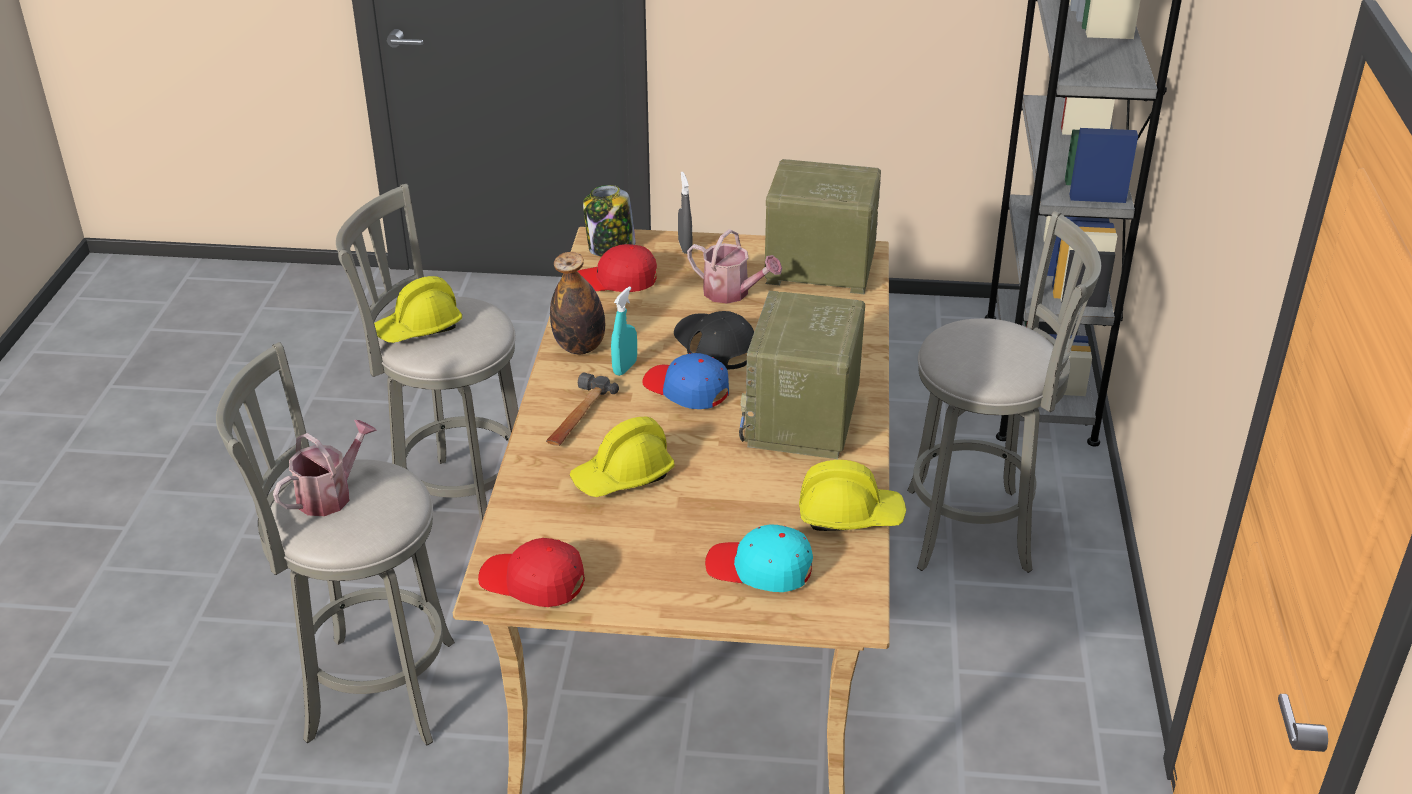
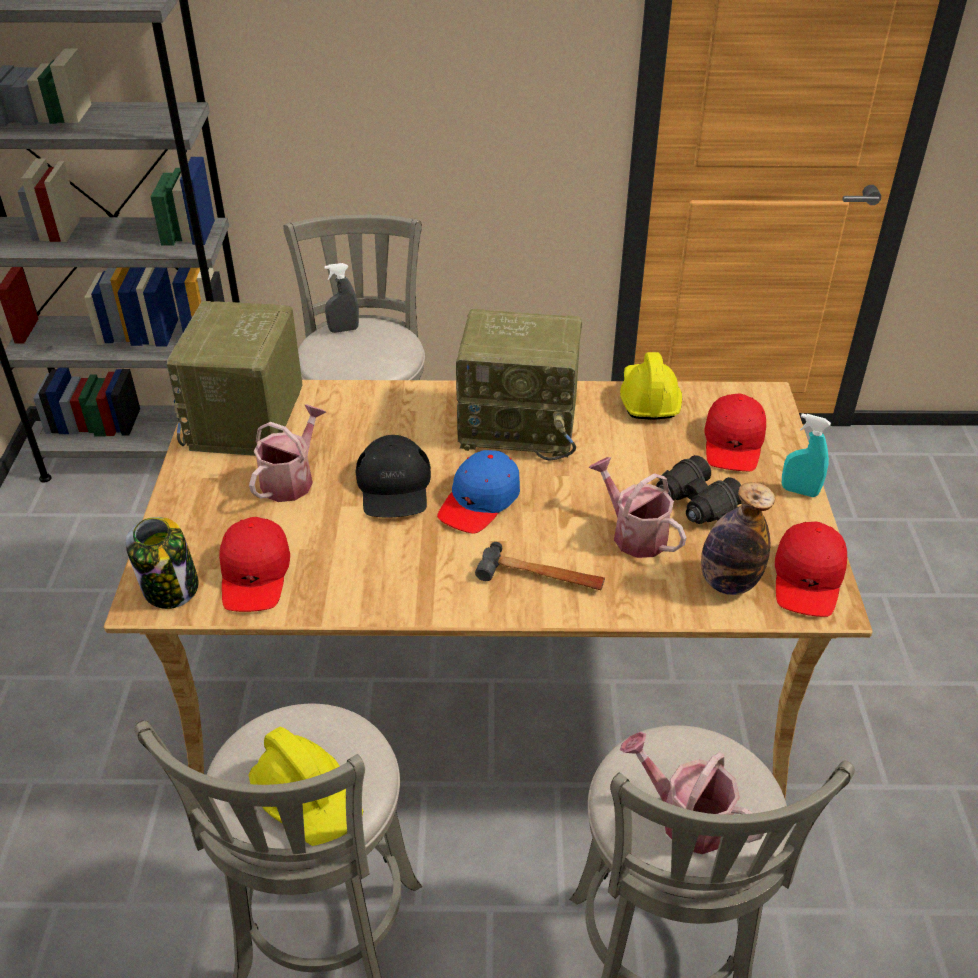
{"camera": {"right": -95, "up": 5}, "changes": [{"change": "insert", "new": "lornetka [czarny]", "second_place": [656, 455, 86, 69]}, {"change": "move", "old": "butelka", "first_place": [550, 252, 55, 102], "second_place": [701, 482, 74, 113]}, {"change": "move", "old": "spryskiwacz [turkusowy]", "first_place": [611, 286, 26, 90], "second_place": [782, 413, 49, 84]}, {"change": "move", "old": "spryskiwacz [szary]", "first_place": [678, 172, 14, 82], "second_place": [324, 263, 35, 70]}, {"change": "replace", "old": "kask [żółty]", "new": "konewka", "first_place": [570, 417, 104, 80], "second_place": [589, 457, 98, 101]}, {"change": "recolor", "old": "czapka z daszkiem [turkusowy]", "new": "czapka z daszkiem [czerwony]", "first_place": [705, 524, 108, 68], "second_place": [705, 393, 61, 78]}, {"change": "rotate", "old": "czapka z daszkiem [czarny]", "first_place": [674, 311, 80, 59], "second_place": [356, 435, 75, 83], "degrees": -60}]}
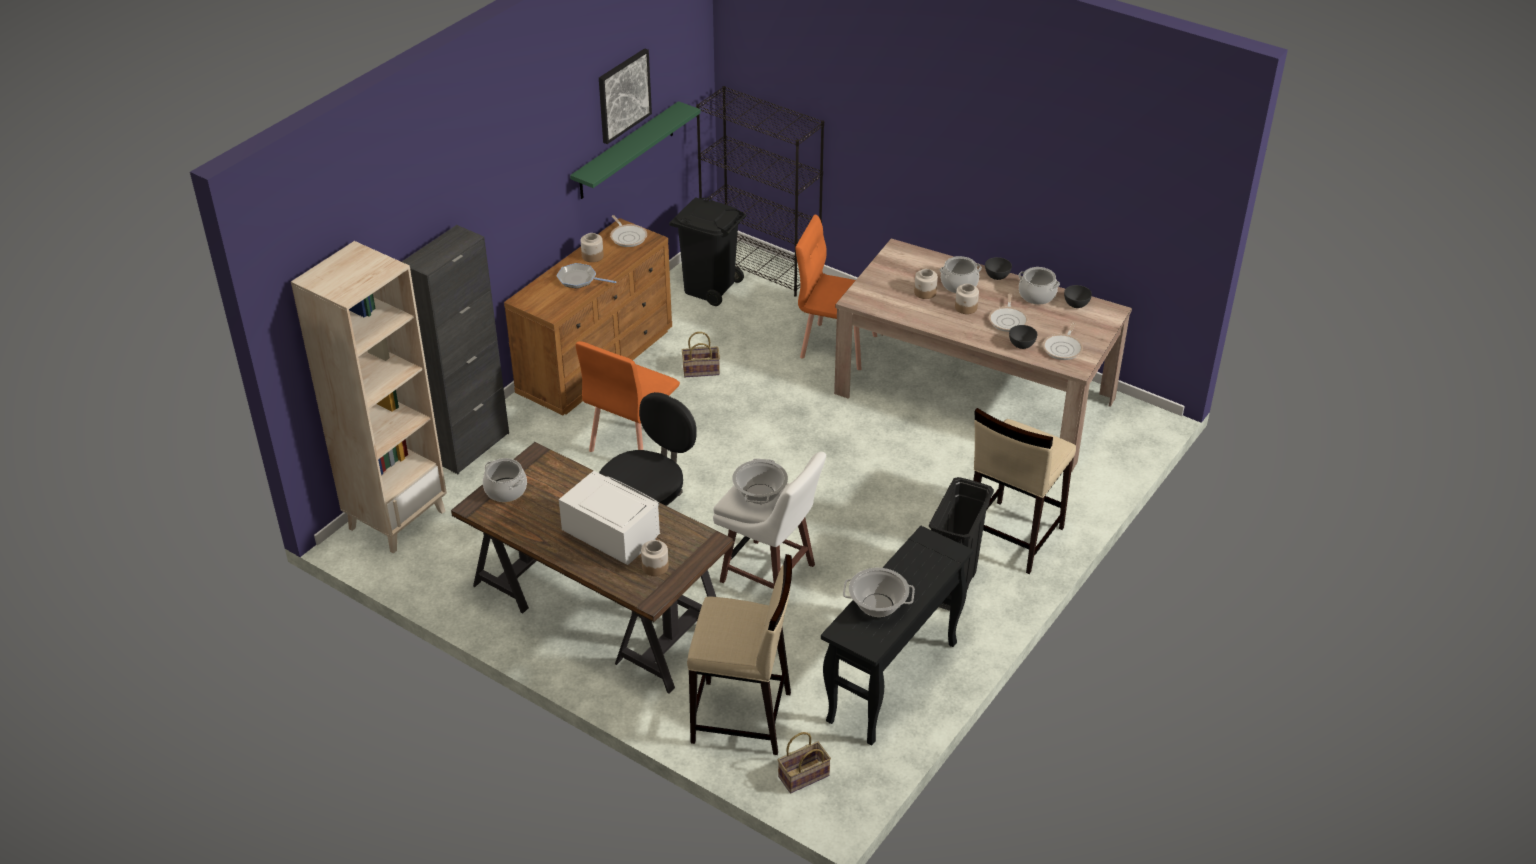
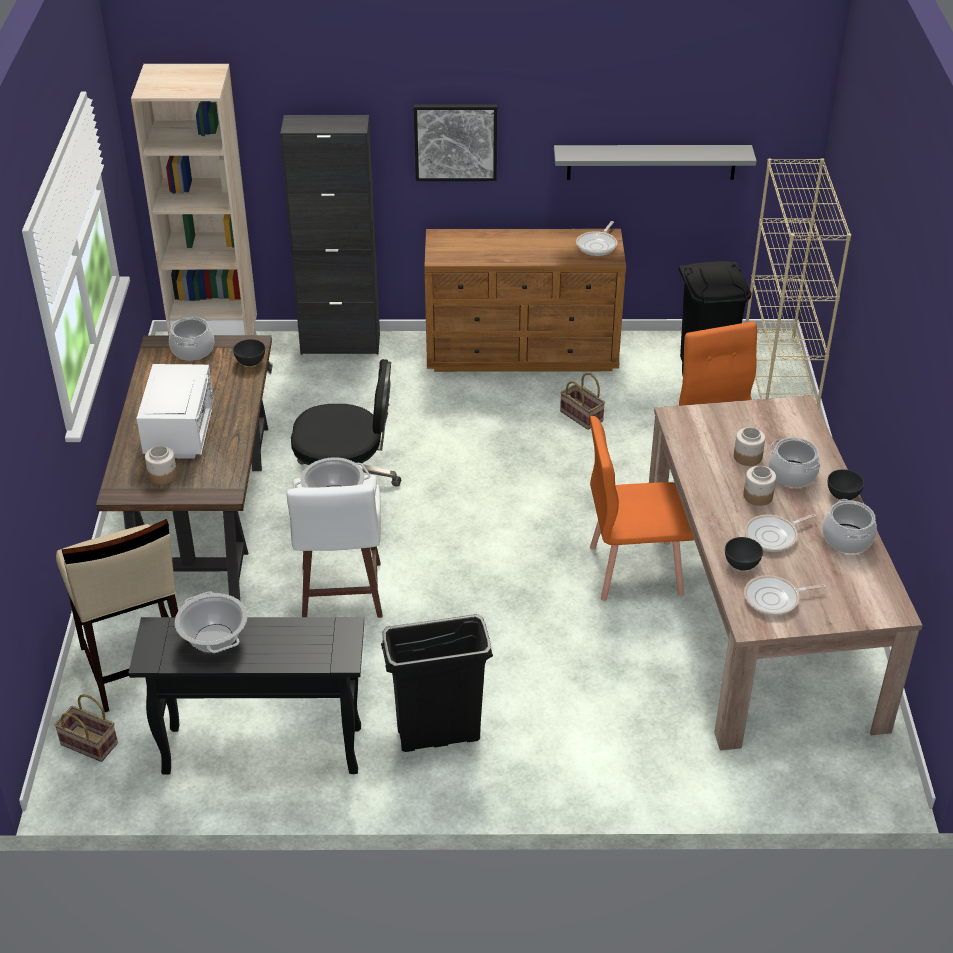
{"camera": {"right": 55, "up": 0}, "changes": [{"change": "delete", "old": "patelnia", "first_place": [556, 263, 60, 26]}, {"change": "delete", "old": "słoik", "first_place": [581, 233, 23, 29]}, {"change": "delete", "old": "stołek [beżowy]", "first_place": [973, 408, 103, 166]}, {"change": "move", "old": "krzesło [pomarańczowy]", "first_place": [576, 341, 104, 111], "second_place": [590, 416, 104, 185]}, {"change": "move", "old": "obraz", "first_place": [599, 48, 53, 96], "second_place": [414, 104, 83, 77]}, {"change": "move", "old": "miska [szary]", "first_place": [1064, 285, 28, 23], "second_place": [233, 339, 32, 27]}, {"change": "recolor", "old": "półka [zielony]", "new": "półka [szary]", "first_place": [570, 101, 131, 98], "second_place": [554, 145, 203, 35]}, {"change": "recolor", "old": "regał [czarny]", "new": "regał [beżowy]", "first_place": [696, 86, 128, 211], "second_place": [746, 158, 105, 251]}]}
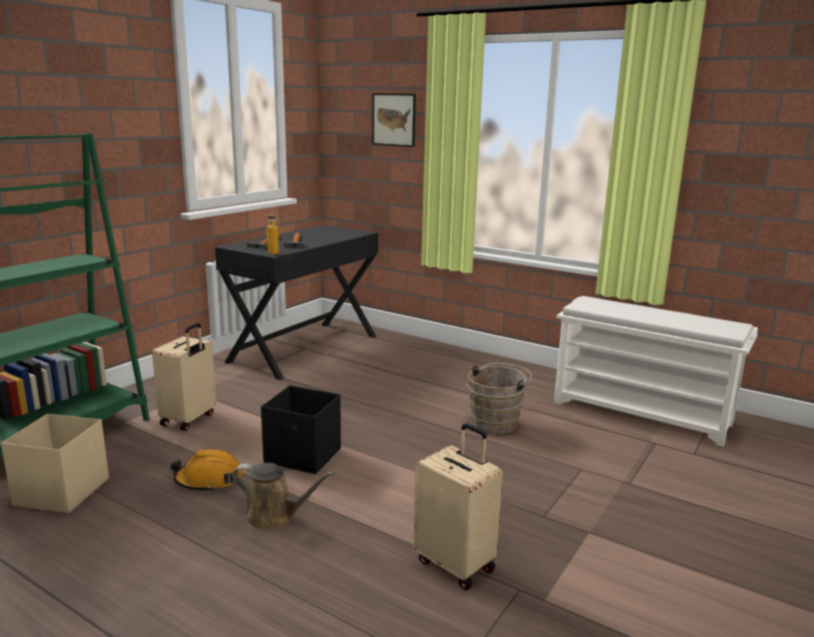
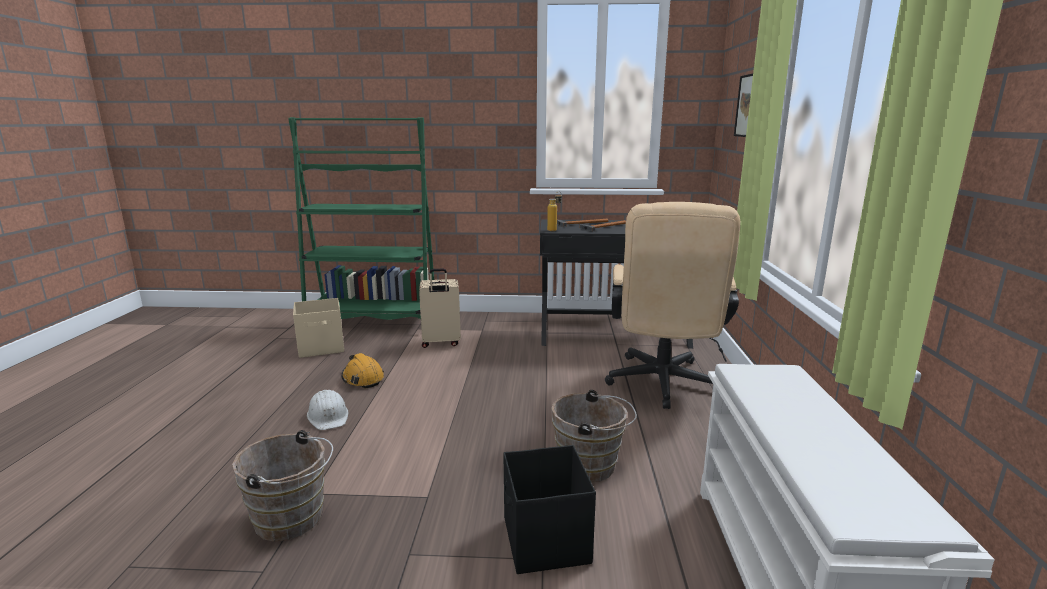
{"camera": {"right": 60, "up": 0}, "changes": [{"change": "insert", "new": "krzesło biurowe [beżowy]", "second_place": [605, 202, 135, 207]}, {"change": "move", "old": "pojemnik do przechowywania [czarny]", "first_place": [261, 385, 80, 89], "second_place": [503, 445, 93, 129]}, {"change": "replace", "old": "konewka [brązowy]", "new": "kask [biały]", "first_place": [232, 463, 102, 67], "second_place": [307, 390, 41, 40]}, {"change": "replace", "old": "walizka [beżowy]", "new": "wiadro [brązowy]", "first_place": [413, 423, 90, 167], "second_place": [232, 430, 101, 111]}]}
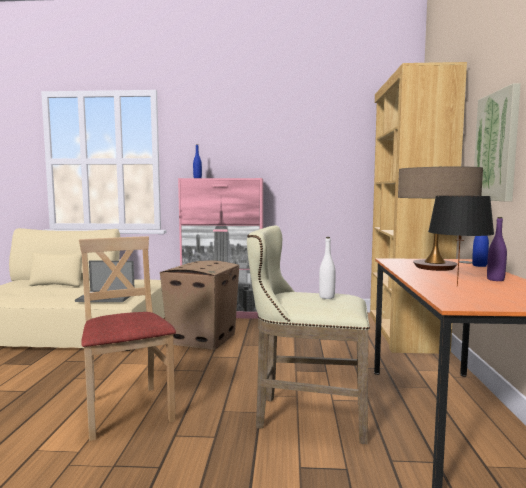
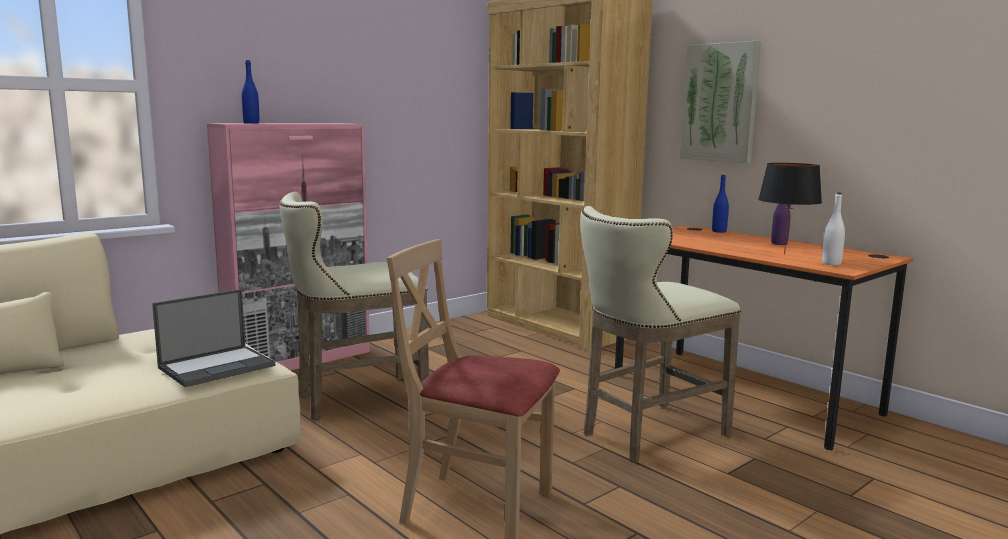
{"camera": {"right": -45, "up": 5}, "changes": [{"change": "delete", "old": "lampa stołowa", "first_place": [398, 167, 85, 104]}, {"change": "move", "old": "butelka [biały]", "first_place": [319, 237, 17, 62], "second_place": [822, 193, 23, 72]}, {"change": "replace", "old": "karton", "new": "stołek [beżowy]", "first_place": [160, 260, 79, 90], "second_place": [279, 192, 150, 228]}]}
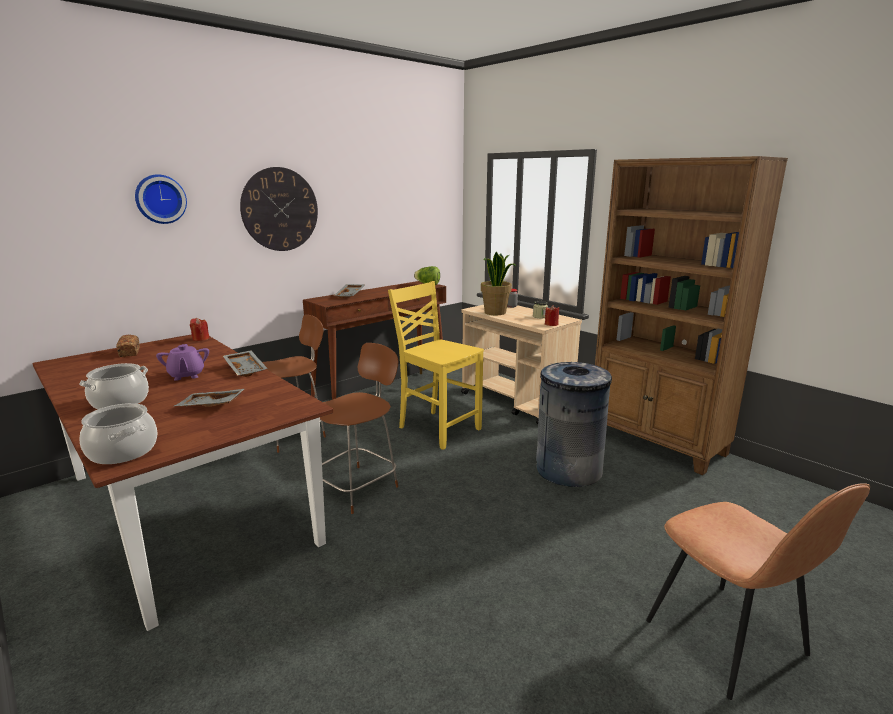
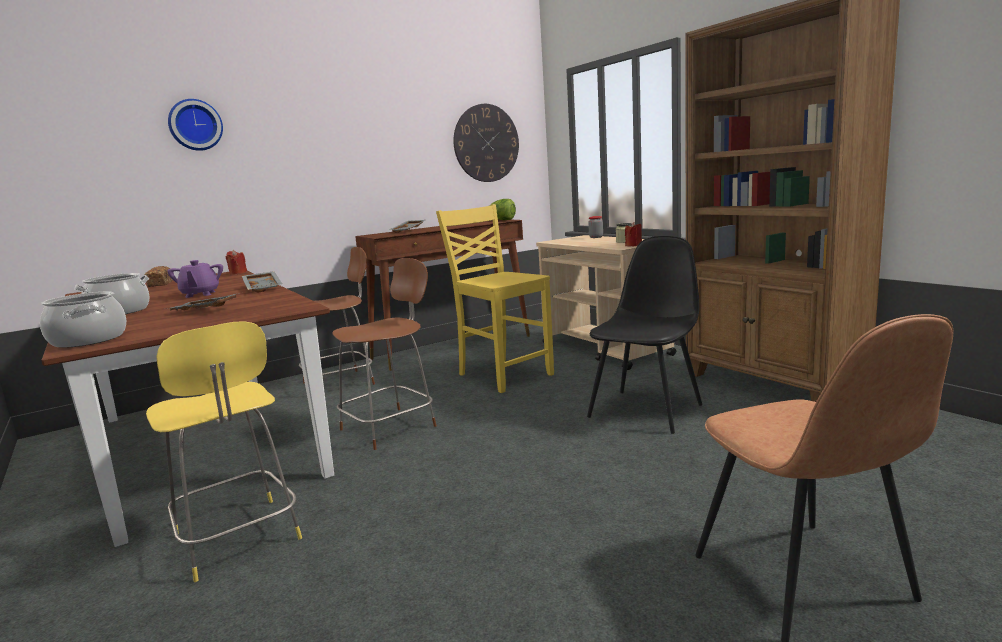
{"camera": {"right": 10, "up": -5}, "changes": [{"change": "delete", "old": "roślina doniczkowa", "first_place": [481, 252, 35, 63]}, {"change": "insert", "new": "stołek [żółty]", "second_place": [146, 321, 156, 261]}, {"change": "move", "old": "zegar ścienny", "first_place": [240, 167, 78, 84], "second_place": [454, 104, 65, 78]}, {"change": "replace", "old": "kosz na śmieci [szary]", "new": "krzesło [czarny]", "first_place": [536, 362, 76, 125], "second_place": [587, 236, 115, 198]}]}
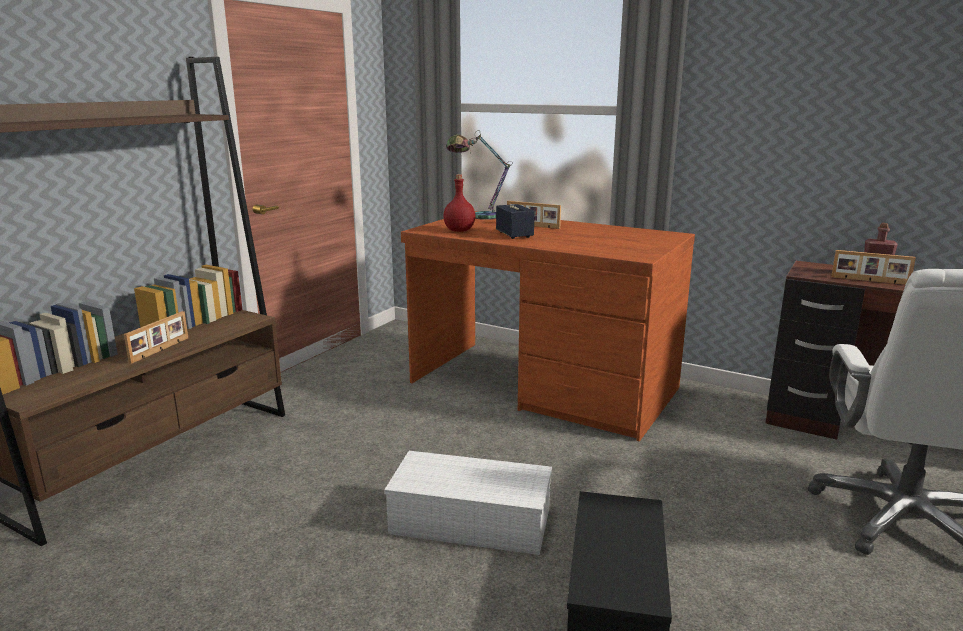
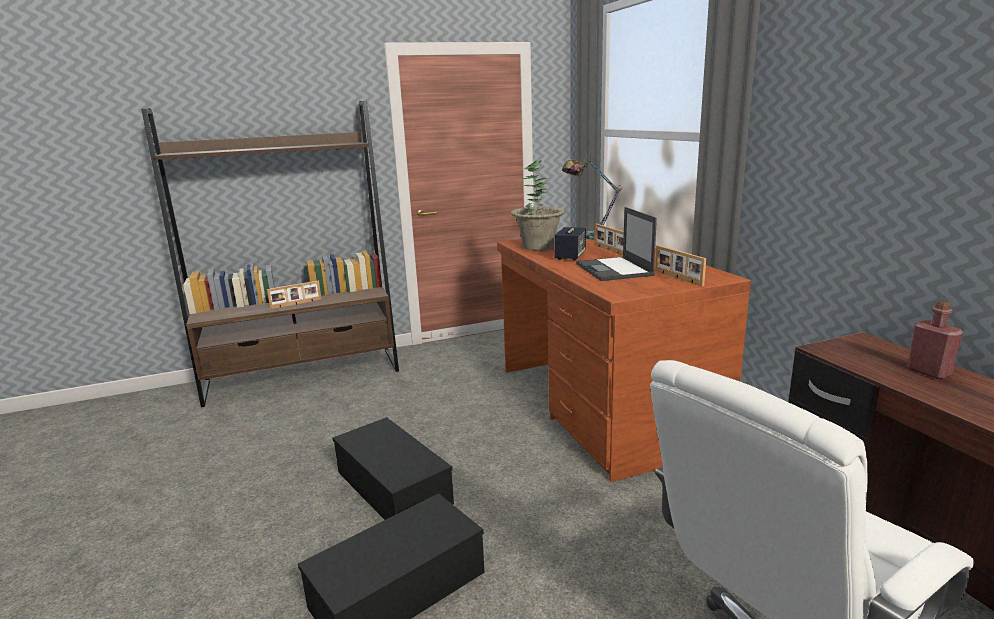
{"camera": {"right": 40, "up": 0}, "changes": [{"change": "insert", "new": "laptop", "second_place": [576, 207, 81, 74]}, {"change": "move", "old": "ramka na zdjęcie", "first_place": [831, 250, 85, 35], "second_place": [655, 245, 51, 41]}, {"change": "replace", "old": "butelka [czerwony]", "new": "roślina doniczkowa", "first_place": [443, 174, 32, 58], "second_place": [511, 161, 54, 89]}, {"change": "recolor", "old": "pojemnik do przechowywania [biały]", "new": "pojemnik do przechowywania [czarny]", "first_place": [384, 451, 168, 104], "second_place": [332, 417, 122, 103]}]}
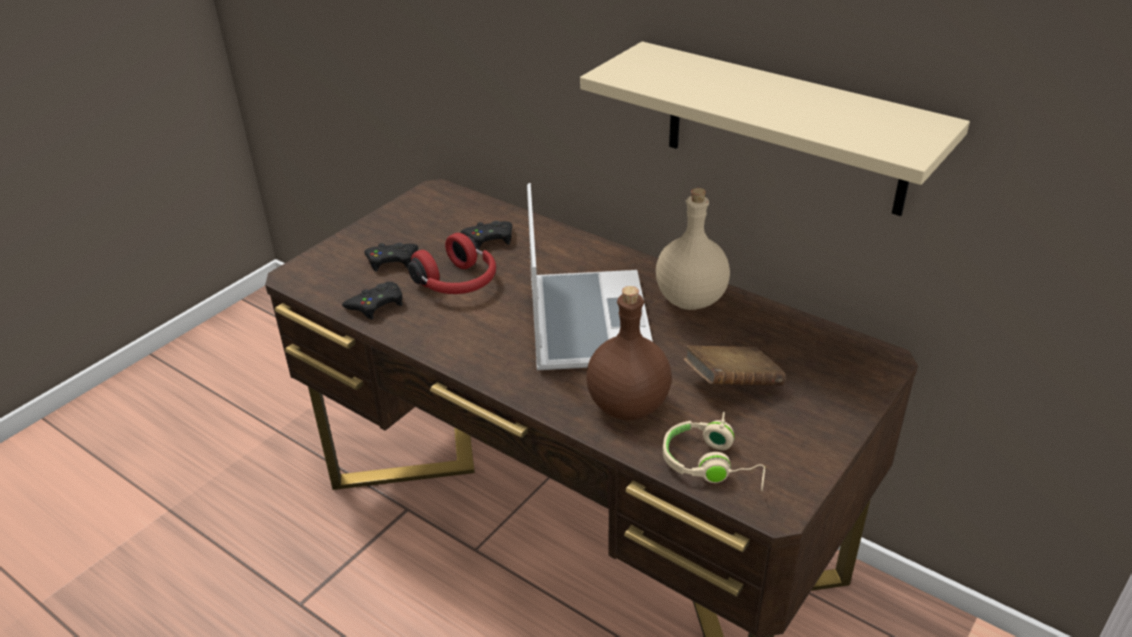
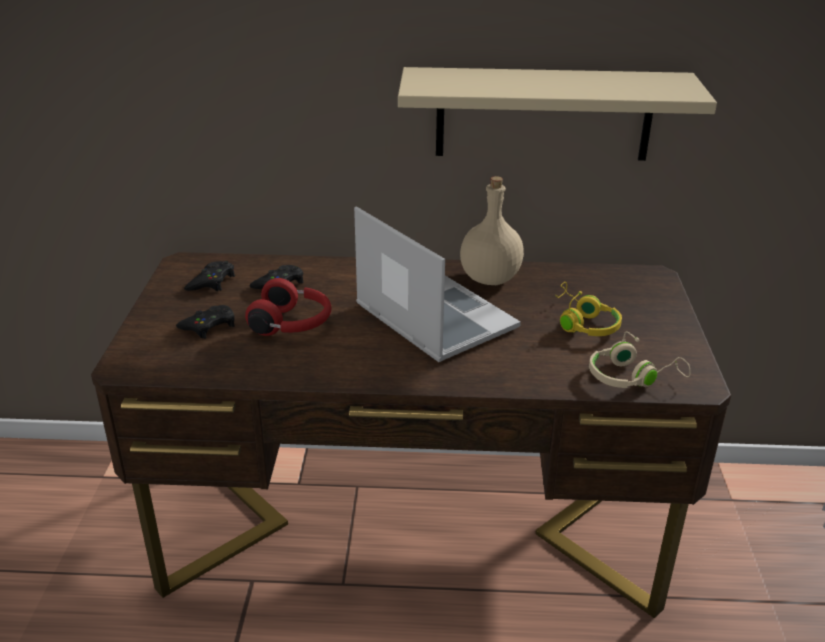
{"camera": {"right": -35, "up": -5}, "changes": [{"change": "delete", "old": "butelka [brązowy]", "first_place": [586, 286, 86, 135]}, {"change": "move", "old": "pad do gier [czarny]", "first_place": [342, 282, 61, 38], "second_place": [184, 261, 51, 30]}, {"change": "replace", "old": "książka [brązowy]", "new": "słuchawki [żółty]", "first_place": [684, 345, 101, 41], "second_place": [555, 282, 67, 54]}]}
